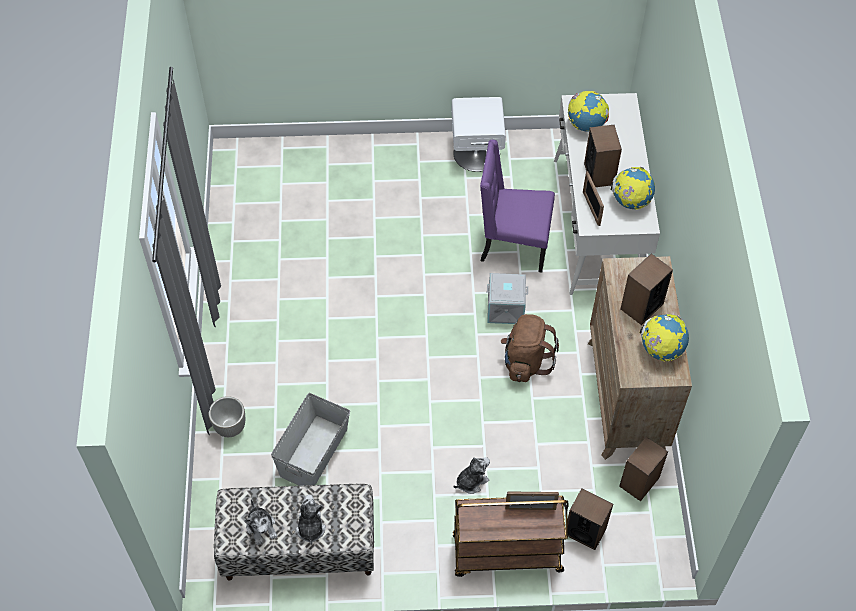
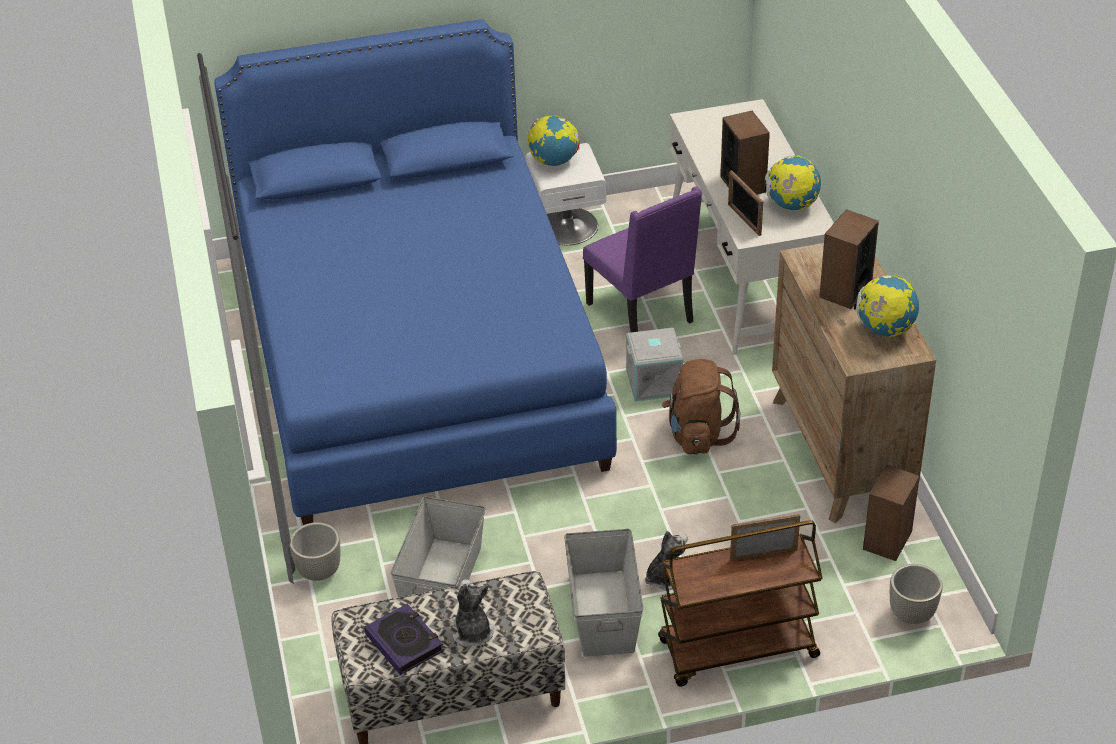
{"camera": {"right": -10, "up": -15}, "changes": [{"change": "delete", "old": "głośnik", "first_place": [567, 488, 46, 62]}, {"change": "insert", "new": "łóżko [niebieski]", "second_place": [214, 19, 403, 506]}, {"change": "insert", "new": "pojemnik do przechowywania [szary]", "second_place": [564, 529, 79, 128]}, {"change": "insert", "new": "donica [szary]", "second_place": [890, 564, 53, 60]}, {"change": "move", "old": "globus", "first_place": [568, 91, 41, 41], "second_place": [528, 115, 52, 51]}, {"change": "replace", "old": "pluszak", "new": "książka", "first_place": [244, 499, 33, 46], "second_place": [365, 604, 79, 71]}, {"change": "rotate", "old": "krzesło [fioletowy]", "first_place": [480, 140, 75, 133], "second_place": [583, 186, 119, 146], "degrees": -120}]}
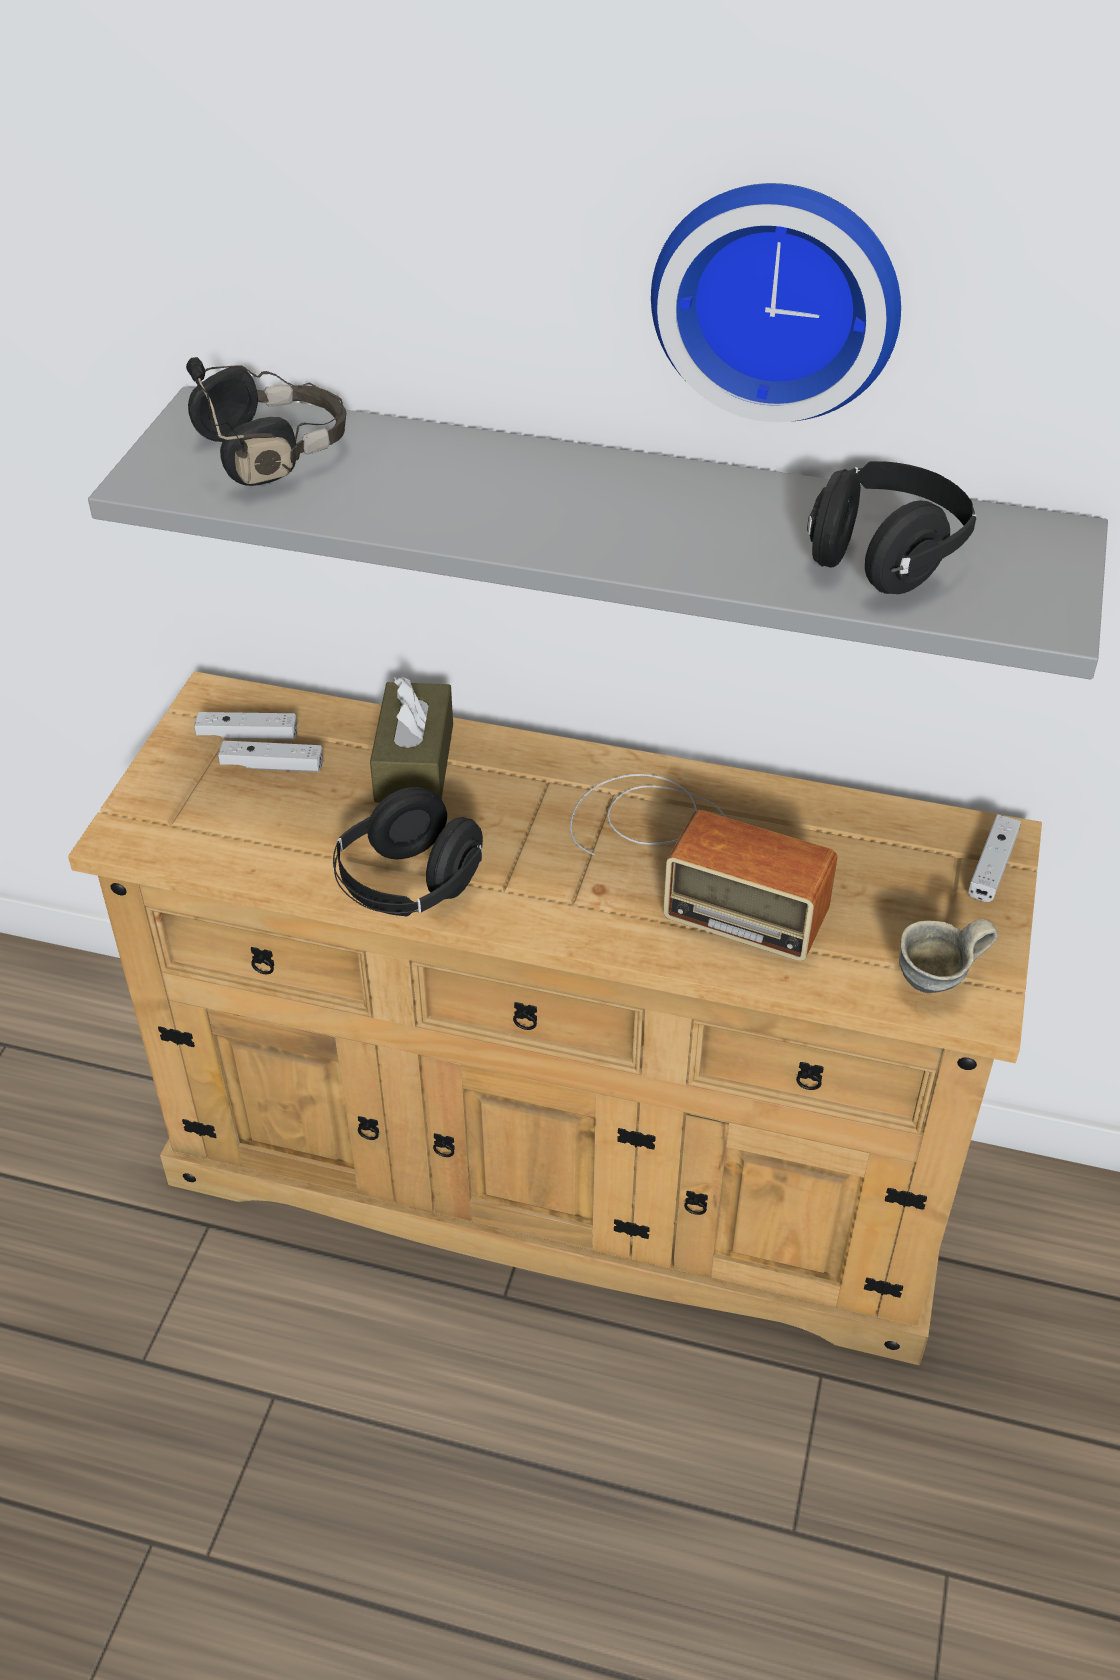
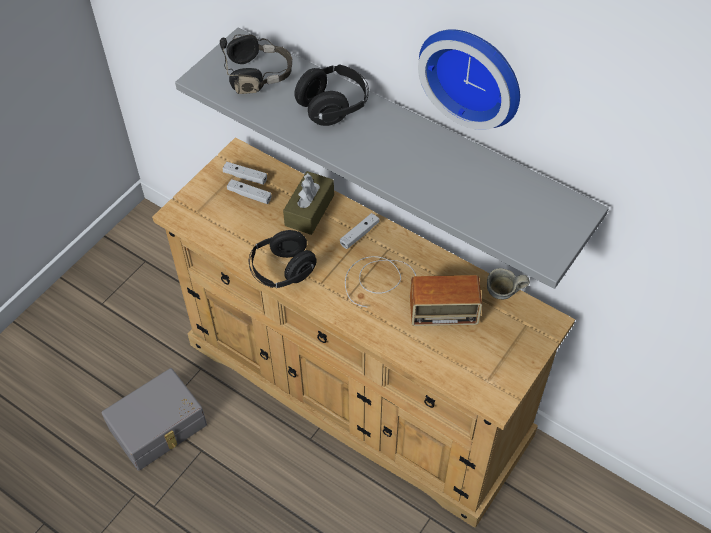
{"camera": {"right": 20, "up": 10}, "changes": [{"change": "insert", "new": "pojemnik do przechowywania [szary]", "second_place": [102, 368, 105, 103]}, {"change": "move", "old": "słuchawki [czarny]", "first_place": [807, 461, 170, 133], "second_place": [294, 64, 75, 62]}, {"change": "move", "old": "kubek [szary]", "first_place": [899, 919, 99, 74], "second_place": [487, 268, 43, 31]}, {"change": "move", "old": "pad do gier [biały]", "first_place": [968, 814, 53, 88], "second_place": [340, 213, 39, 36]}, {"change": "rotate", "old": "radio", "first_place": [570, 774, 267, 187], "second_place": [345, 256, 137, 70], "degrees": -45}]}
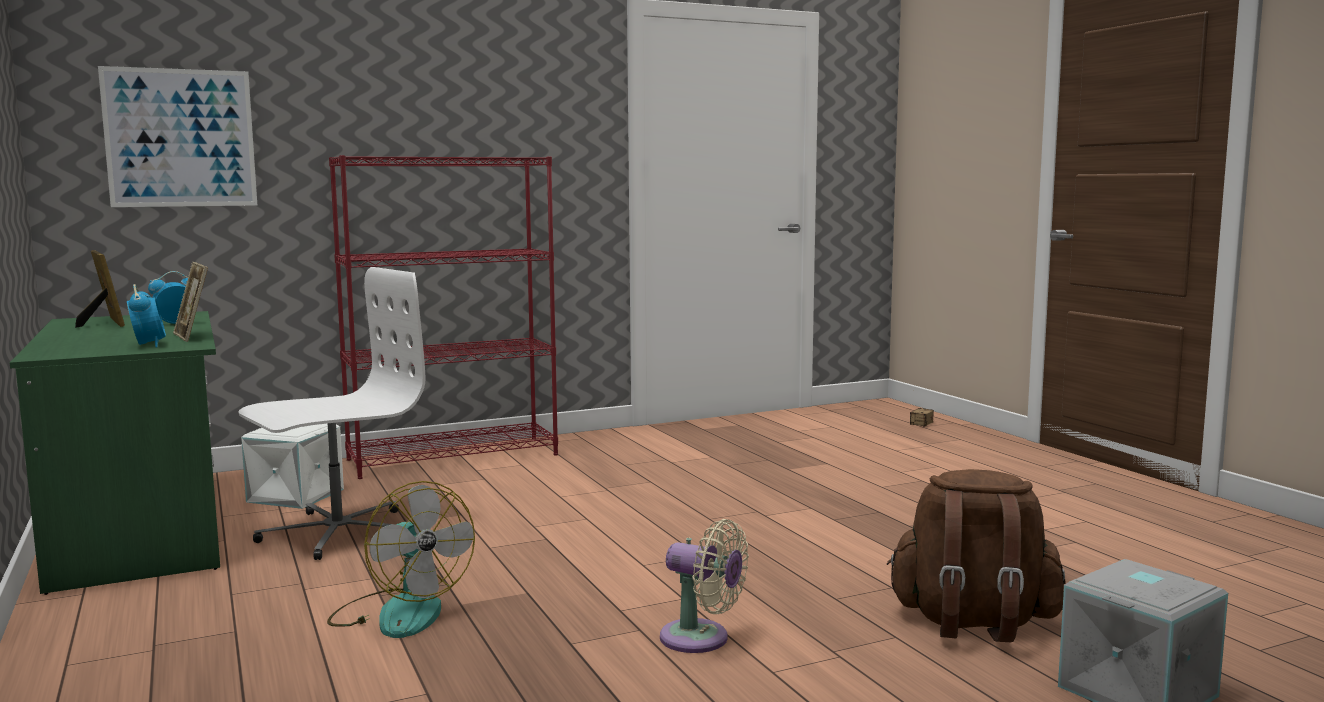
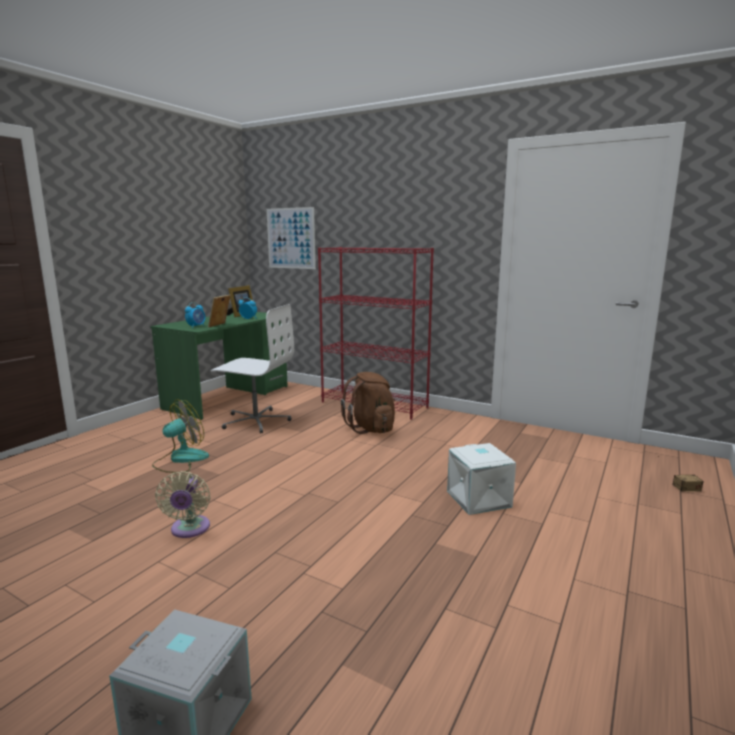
{"camera": {"right": 55, "up": 5}, "changes": [{"change": "move", "old": "pojemnik do przechowywania [biały]", "first_place": [241, 423, 103, 86], "second_place": [447, 443, 69, 72]}, {"change": "move", "old": "plecak [brązowy]", "first_place": [887, 469, 179, 173], "second_place": [341, 372, 54, 62]}, {"change": "rotate", "old": "wentylator", "first_place": [327, 481, 148, 157], "second_place": [152, 399, 57, 74], "degrees": -150}]}
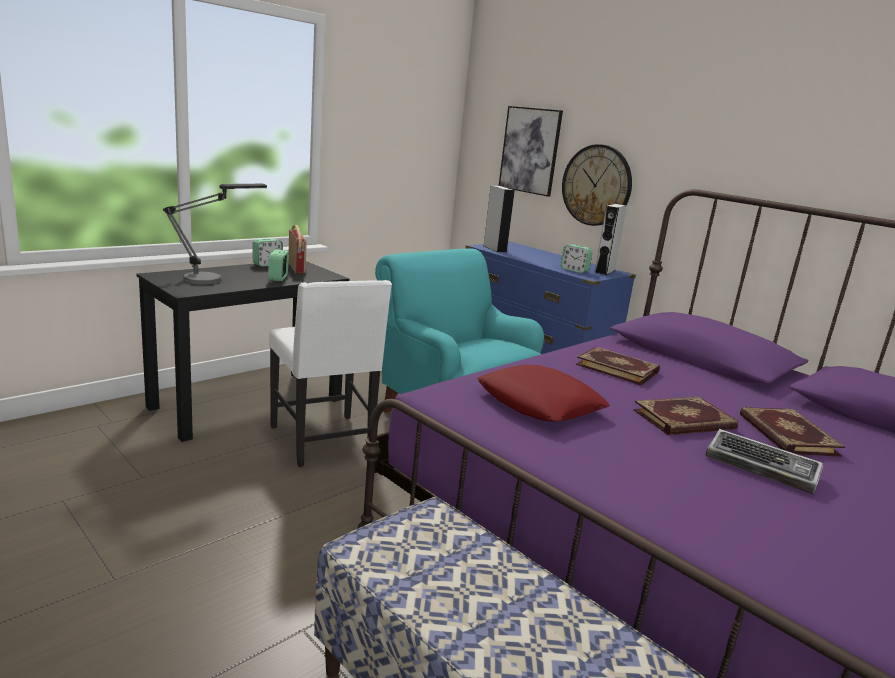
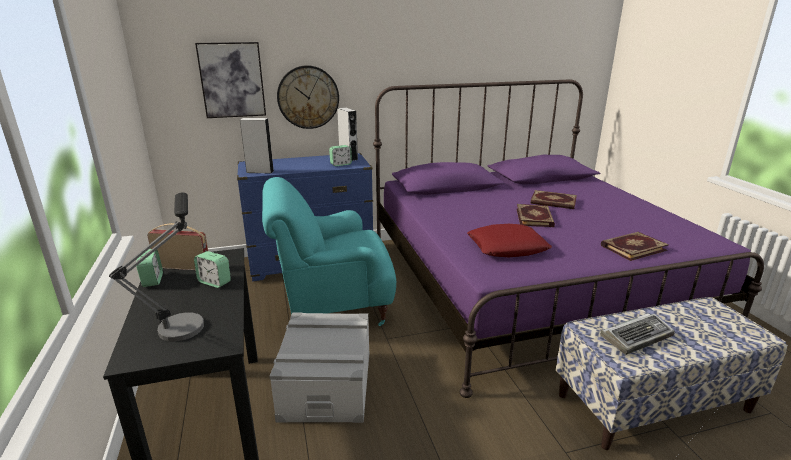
{"camera": {"right": -60, "up": 5}, "changes": [{"change": "move", "old": "książka", "first_place": [576, 347, 84, 38], "second_place": [601, 232, 68, 29]}, {"change": "move", "old": "klawiatura", "first_place": [705, 429, 118, 65], "second_place": [600, 313, 75, 42]}, {"change": "replace", "old": "krzesło [biały]", "new": "pojemnik do przechowywania [szary]", "first_place": [269, 280, 123, 187], "second_place": [270, 312, 99, 111]}]}
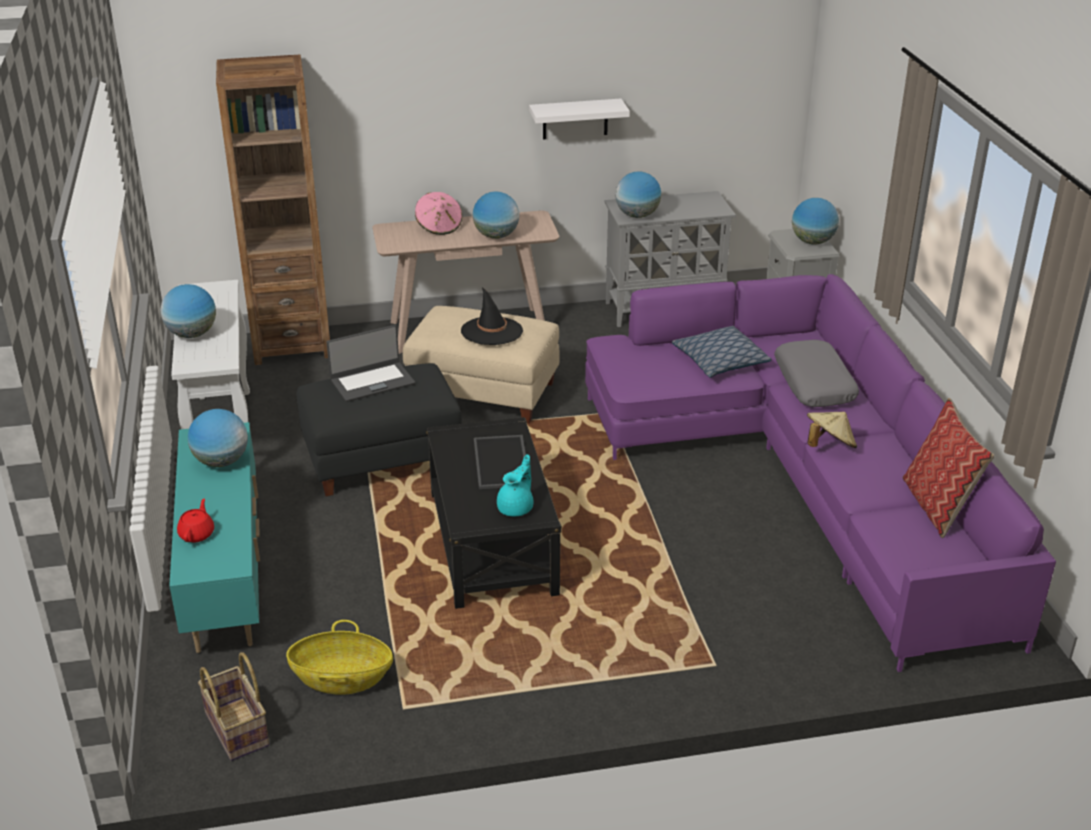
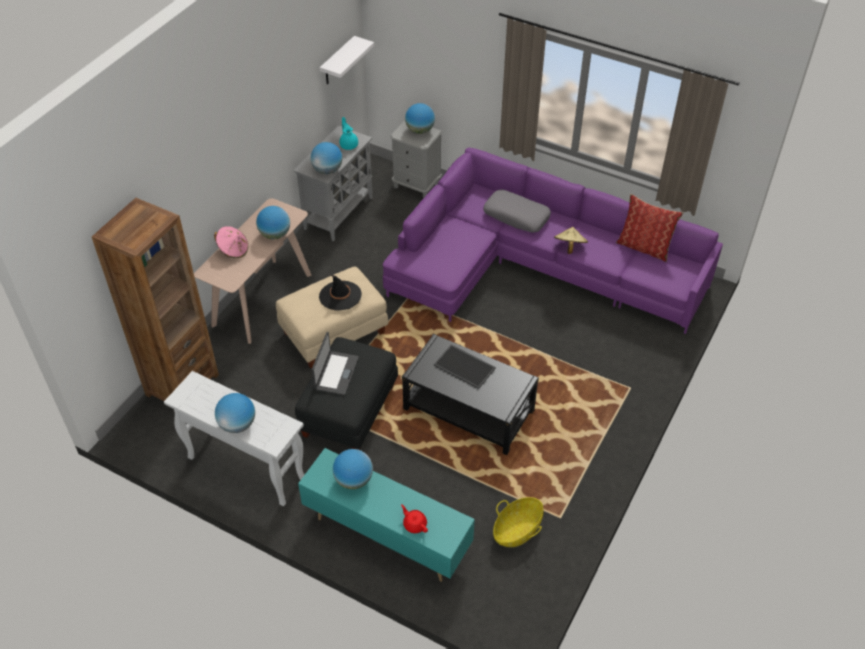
{"camera": {"right": -50, "up": 15}, "changes": [{"change": "delete", "old": "koszyk", "first_place": [198, 652, 72, 109]}, {"change": "delete", "old": "poduszka", "first_place": [672, 326, 100, 52]}, {"change": "move", "old": "imbryk [turkusowy]", "first_place": [497, 454, 36, 62], "second_place": [340, 117, 18, 33]}, {"change": "move", "old": "półka [biały]", "first_place": [529, 99, 101, 41], "second_place": [320, 36, 54, 48]}]}
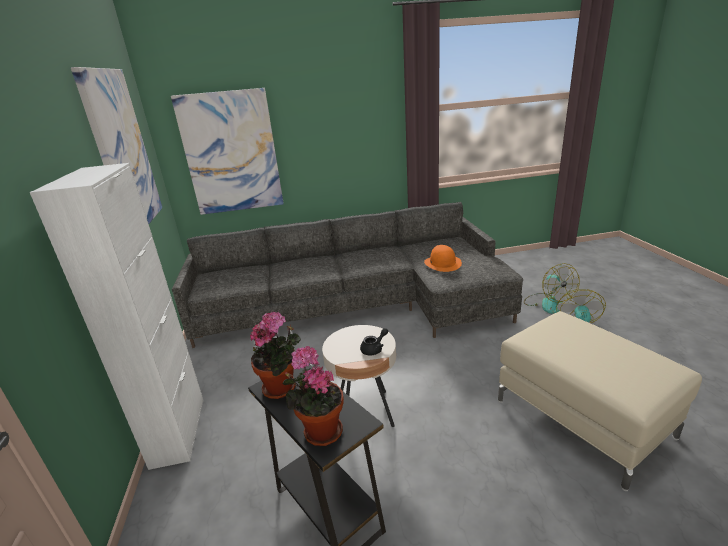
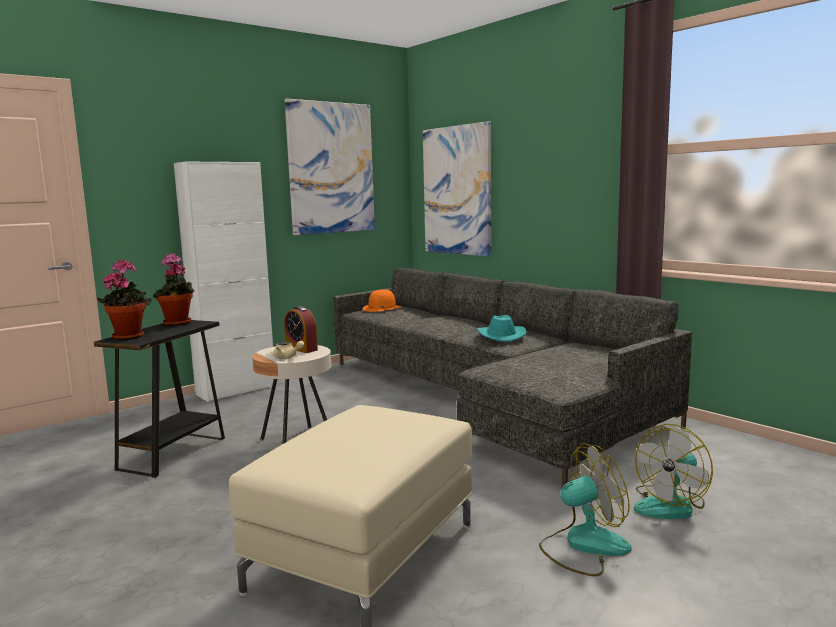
{"camera": {"right": 60, "up": -15}, "changes": [{"change": "insert", "new": "budzik", "second_place": [284, 306, 34, 47]}, {"change": "insert", "new": "kapelusz [turkusowy]", "second_place": [477, 315, 49, 27]}, {"change": "move", "old": "kapelusz [pomarańczowy]", "first_place": [424, 245, 38, 27], "second_place": [363, 289, 39, 23]}, {"change": "recolor", "old": "imbryk [czarny]", "new": "imbryk [beżowy]", "first_place": [360, 328, 28, 28], "second_place": [273, 341, 31, 18]}]}
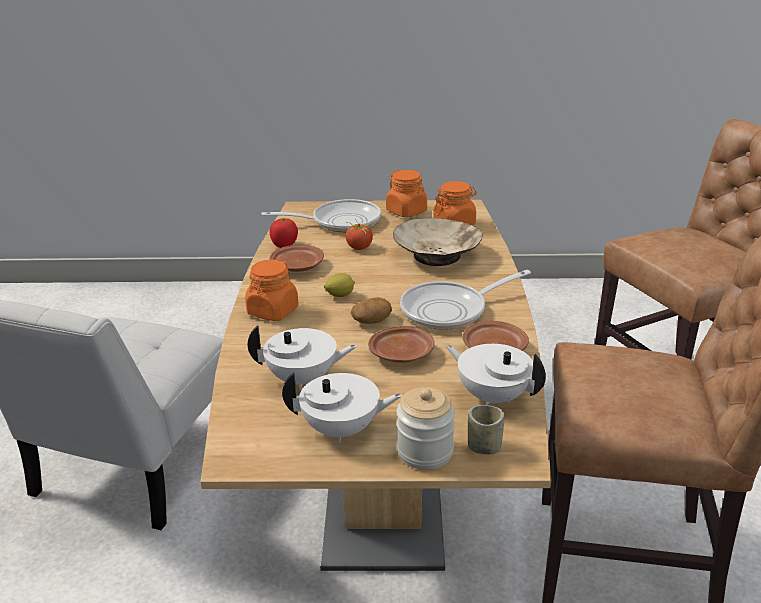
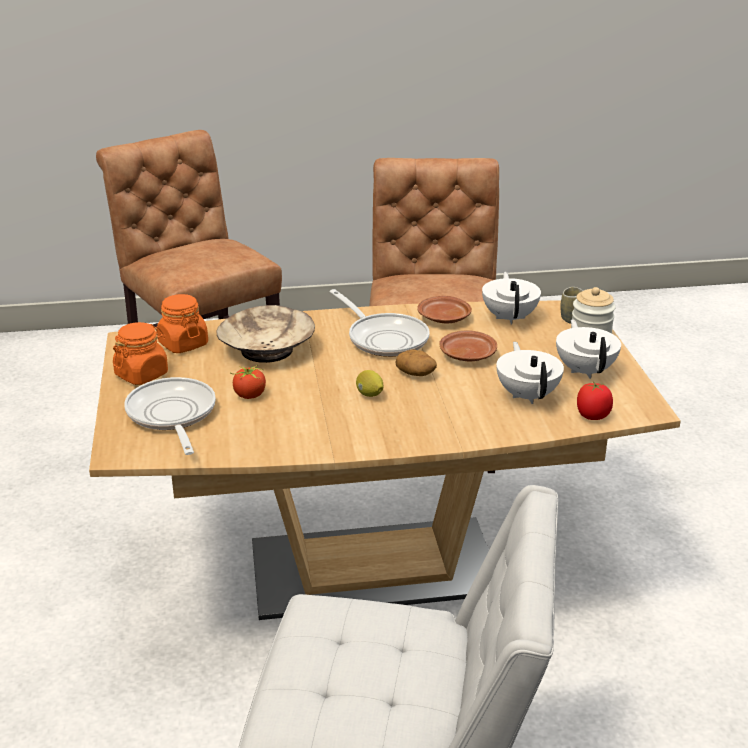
{"camera": {"right": -100, "up": 0}, "changes": [{"change": "delete", "old": "słoik [pomarańczowy]", "first_place": [245, 259, 54, 62]}, {"change": "delete", "old": "talerz [brązowy]", "first_place": [270, 245, 54, 27]}, {"change": "move", "old": "pomidor", "first_place": [270, 218, 28, 30], "second_place": [577, 381, 36, 39]}, {"change": "rotate", "old": "imbryk [biały]", "first_place": [445, 344, 101, 61], "second_place": [482, 272, 59, 53], "degrees": 150}]}
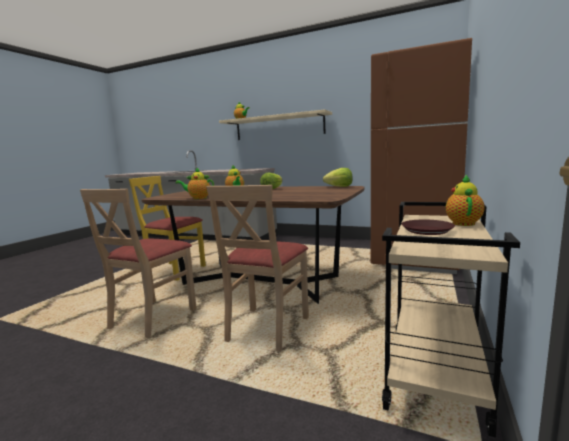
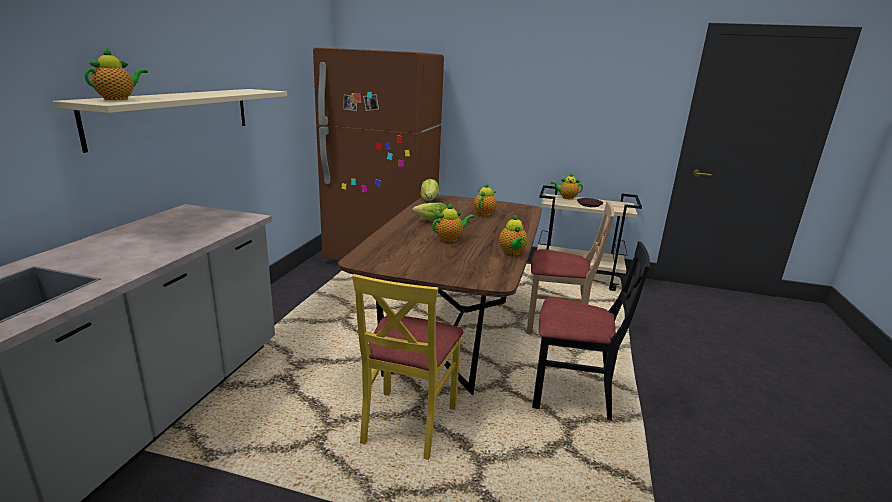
{"camera": {"right": -100, "up": 10}, "changes": [{"change": "insert", "new": "imbryk", "second_place": [474, 183, 23, 33]}, {"change": "recolor", "old": "krzesło [beżowy]", "new": "krzesło [czarny]", "first_place": [80, 189, 117, 149], "second_place": [532, 241, 118, 180]}]}
